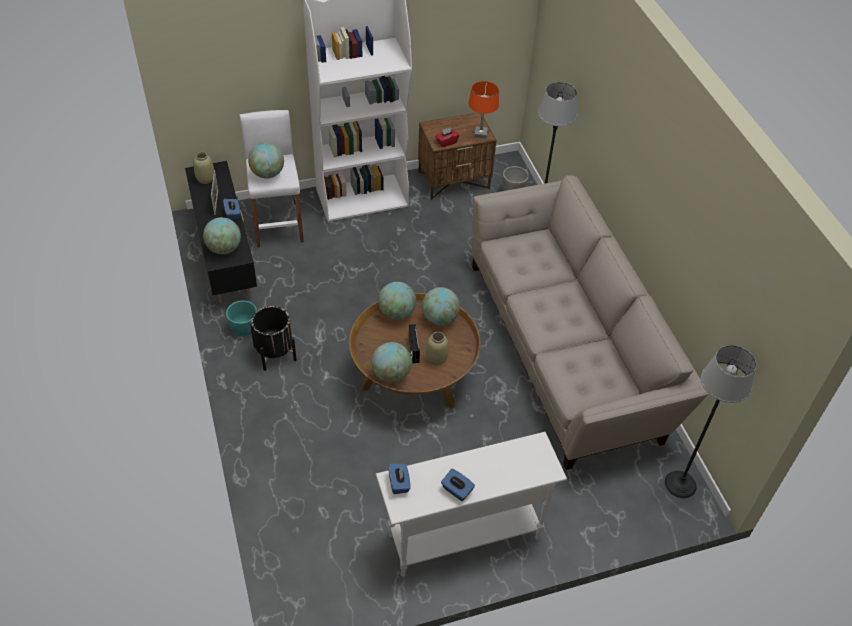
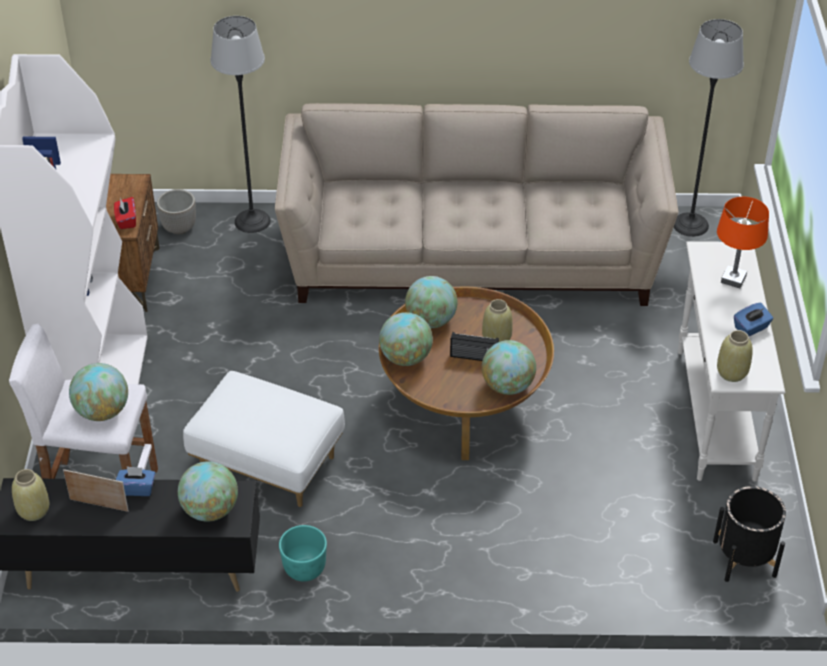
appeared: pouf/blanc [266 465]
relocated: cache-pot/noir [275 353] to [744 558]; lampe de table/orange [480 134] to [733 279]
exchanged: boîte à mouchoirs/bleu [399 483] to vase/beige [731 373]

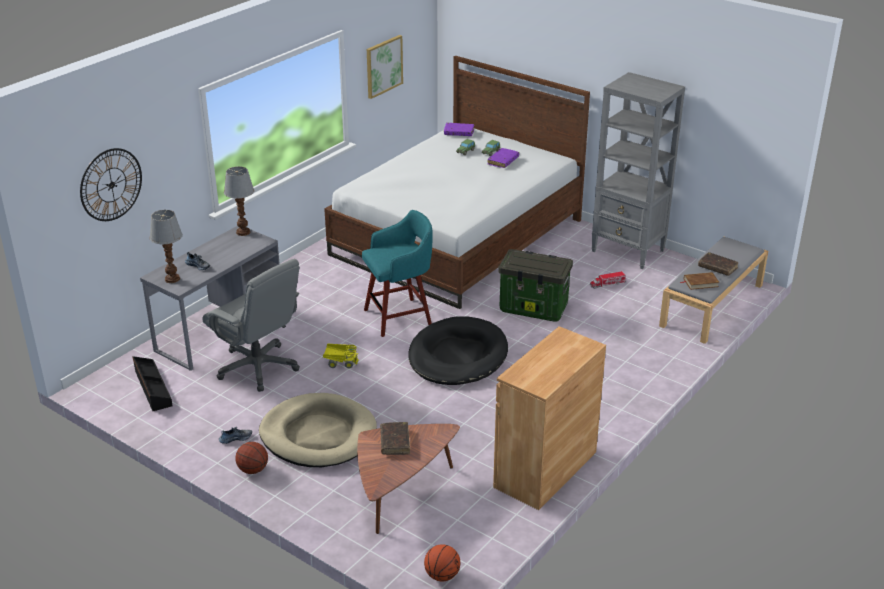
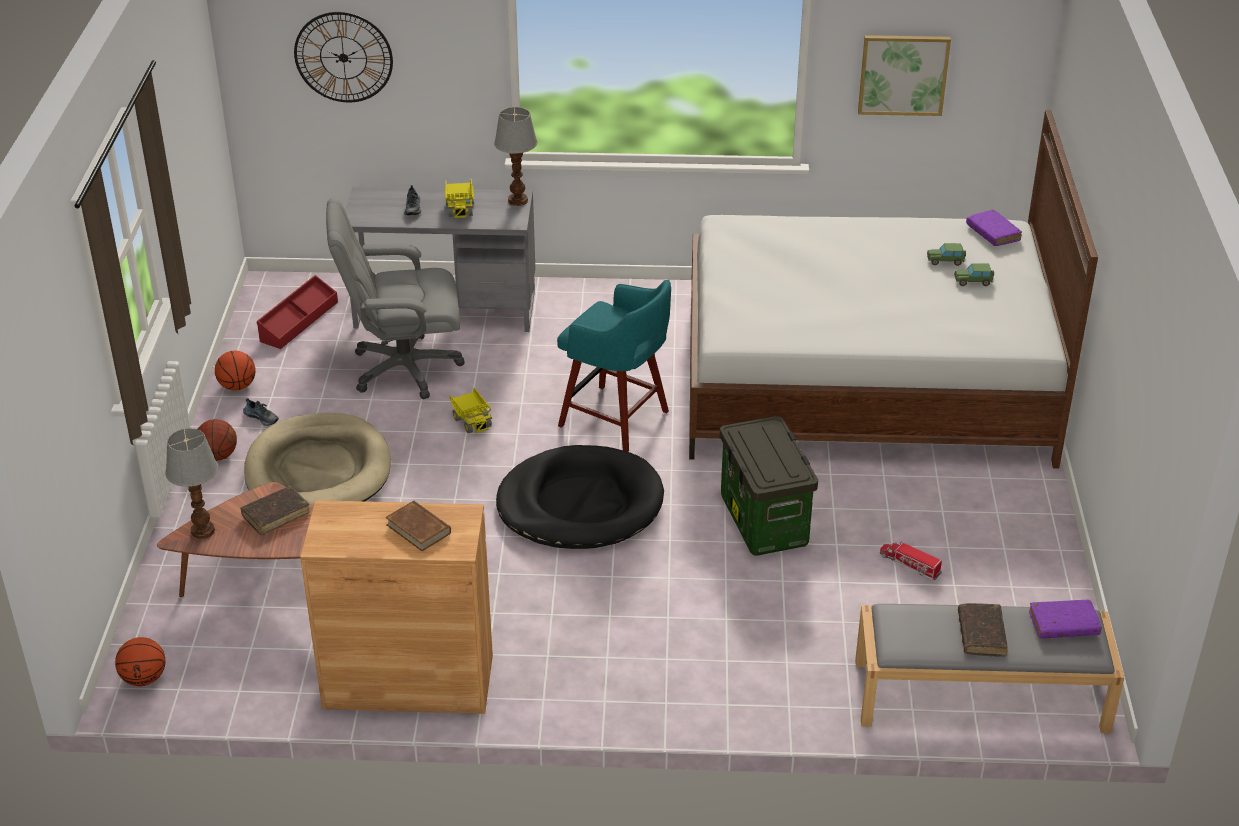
missing: bibliothèque/gris [628 251]
appeared: ballon de basket [237 386]; camion jouet [460 208]
relocated: lampe de table [172 279] to [203 530]; livre/violet [503 161] to [1063 625]; livre/marron [700 283] to [418 529]
colour: boîte de rangement/noir [152 388] to boîte de rangement/rouge [298 321]
spun: chaise de bureau/gris [258 367] = [403 368] 75 degrees clockwise

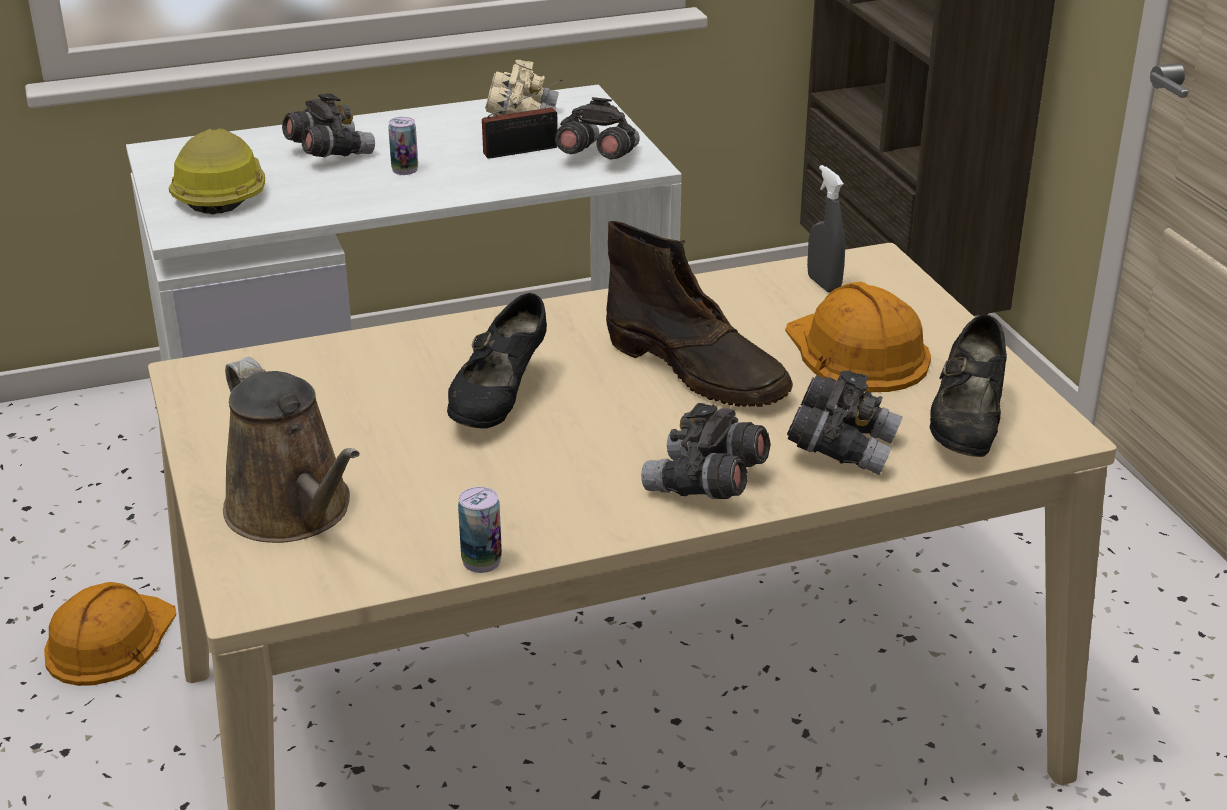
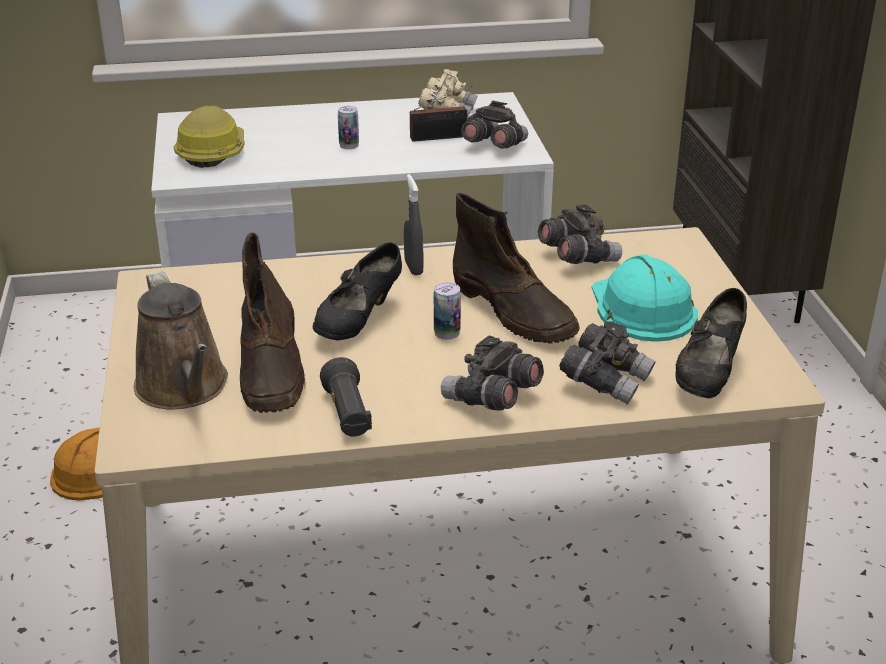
appeared: botte/marron [271 370]; lampe de poche/noir [347 414]
relocated: jumelles/gris [329 153] to [577 257]; boîte métallique [481 561] to [447 333]; vaporisateur/gris [823 284] to [413 267]
colour: casque de chantier/orange [856 352] to casque de chantier/turquoise [641 308]

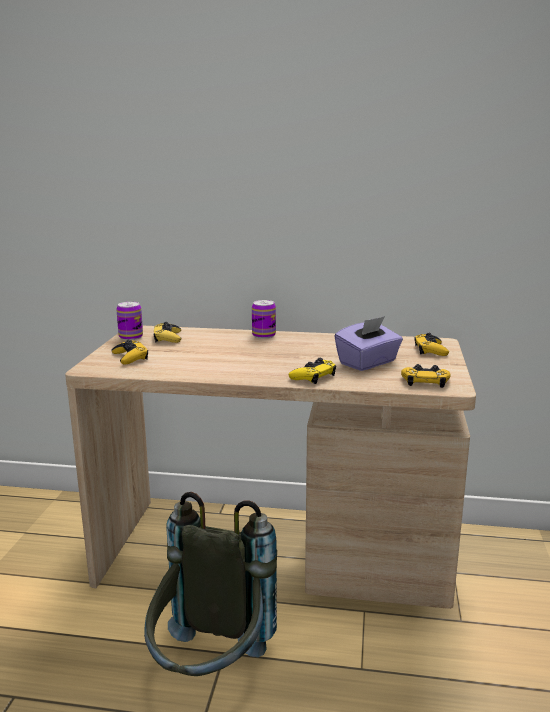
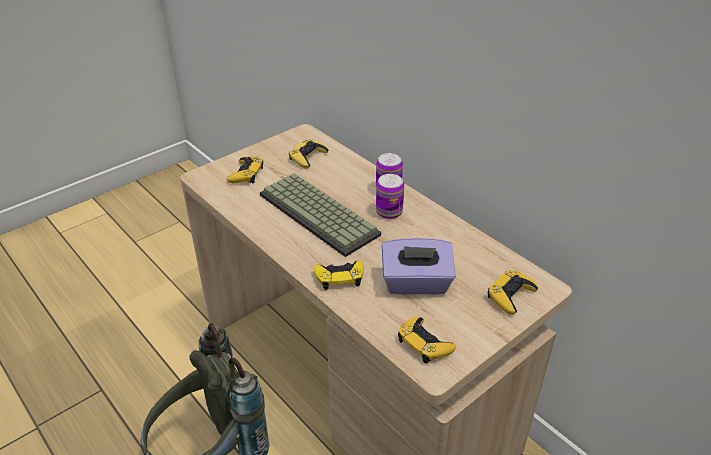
appeared: clavier [321 214]
relocated: boîte métallique [131 337] to [389 212]

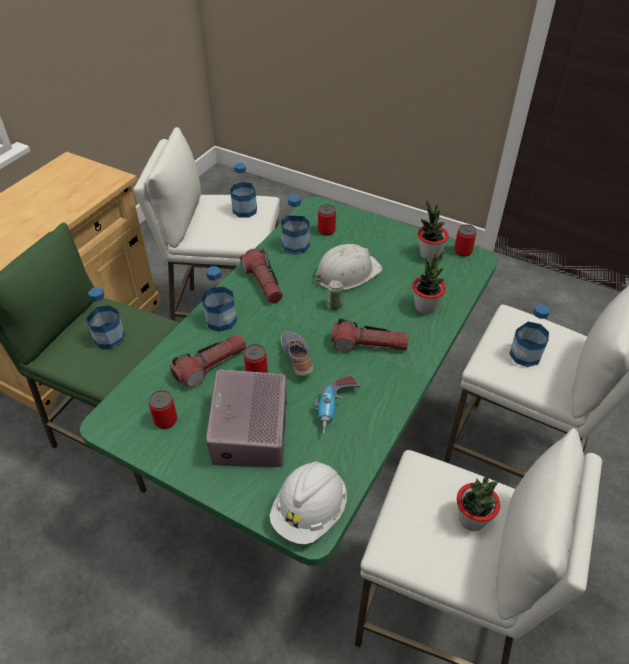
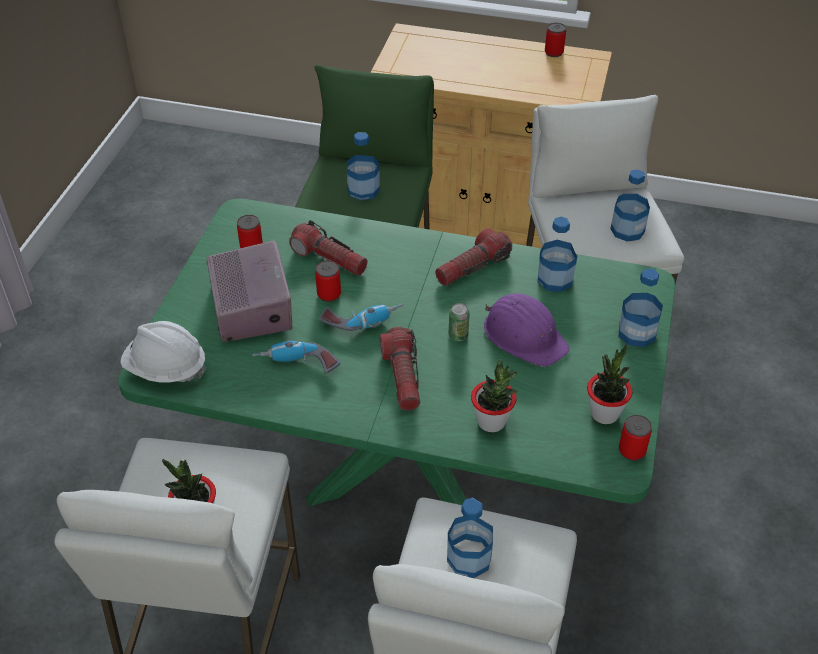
relocated: bouteille [221 320] to [636 333]; boîte métallique [326 231] to [553 52]
exchanged: chaussure [297 358] to perceuse [362 320]
colour: casque de chantier/blanc [346 273] to casque de chantier/violet [524 335]
spun: radio [250 431] = [252 307] 90 degrees clockwise

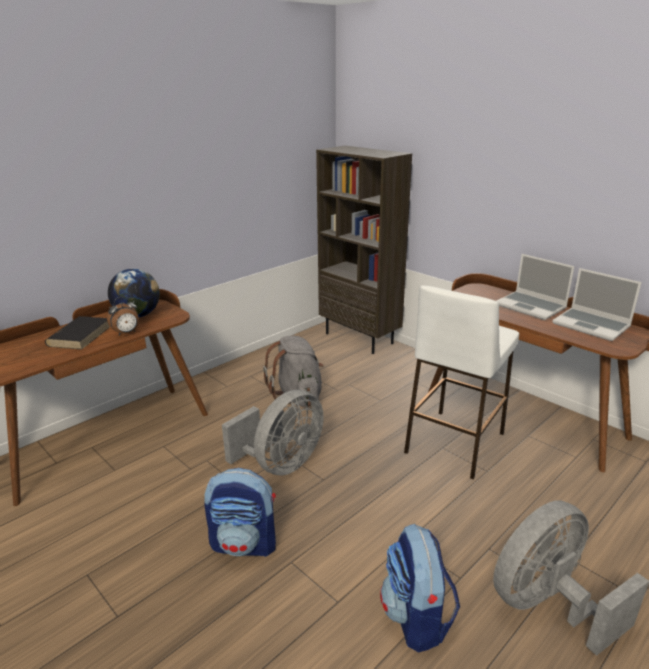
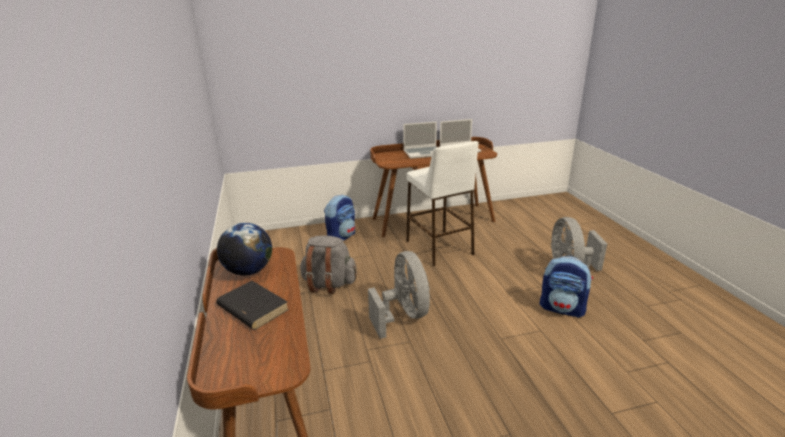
missing: réveil [126 333]; bibliothèque/marron [360 338]
relocated: sac à dos [245 544] to [341 236]

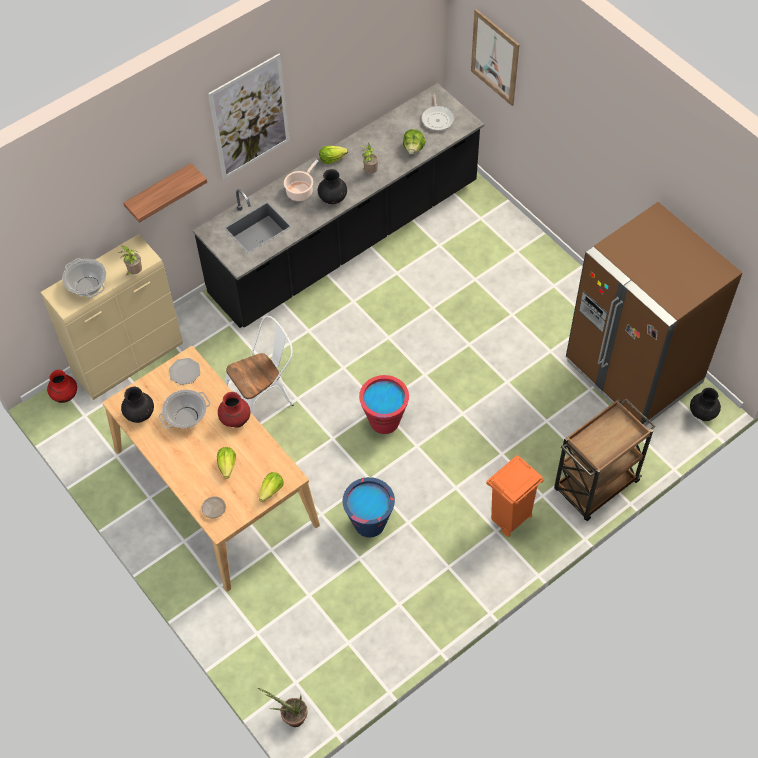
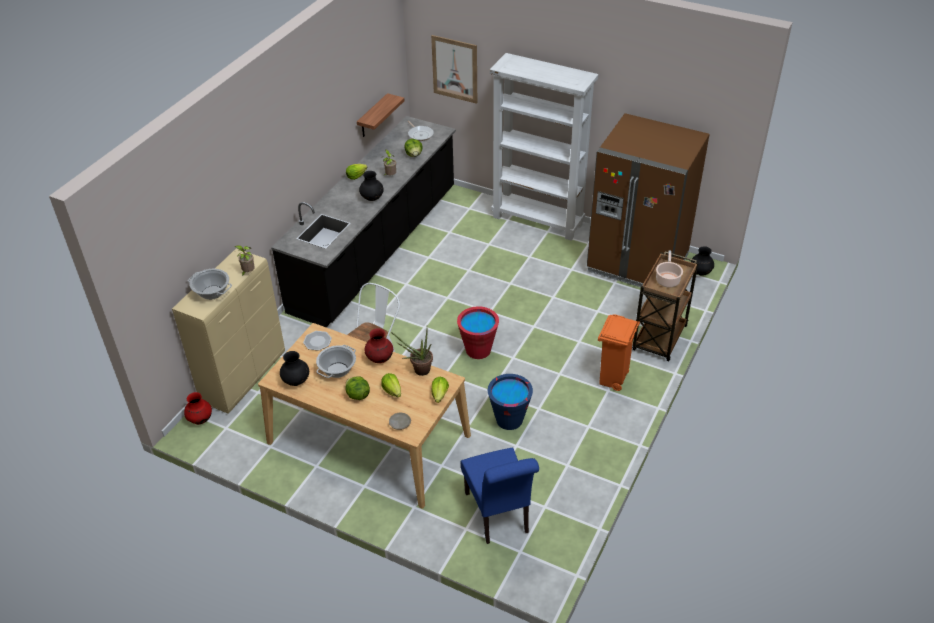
missing: tableau [250 117]
appeared: laitue [357 395]; chaise/bleu [498 516]; bibliothèque/blanc [538 220]
relocated: étagère [159 192] to [373 116]; plante en pot [291 717] to [418 370]; marmite [300 191] to [667 279]

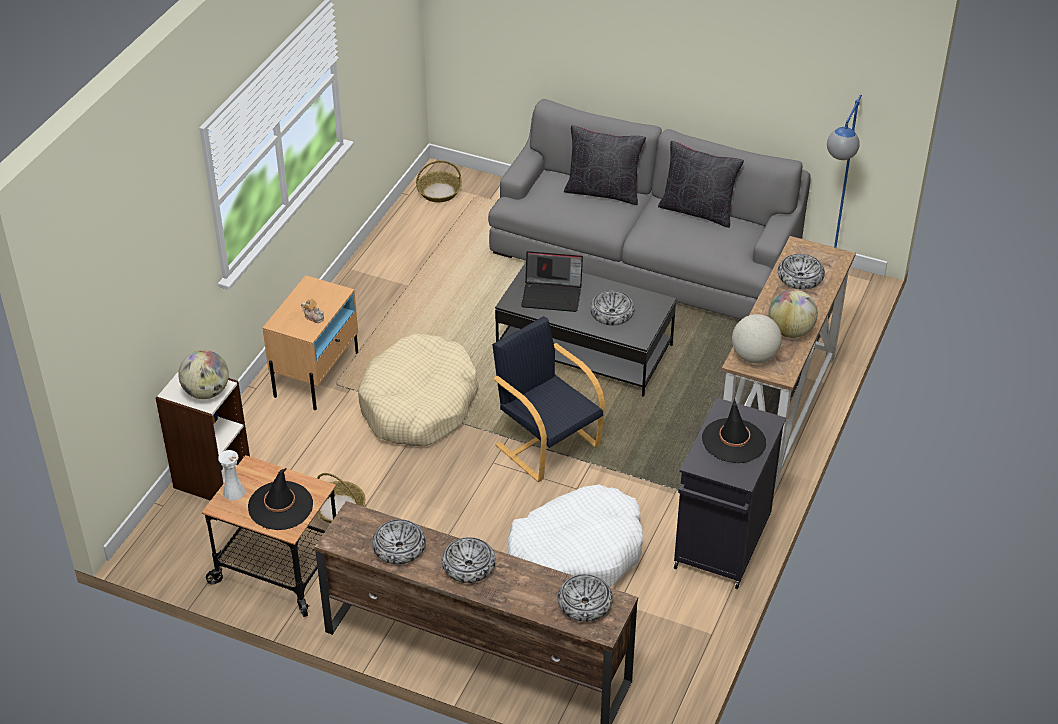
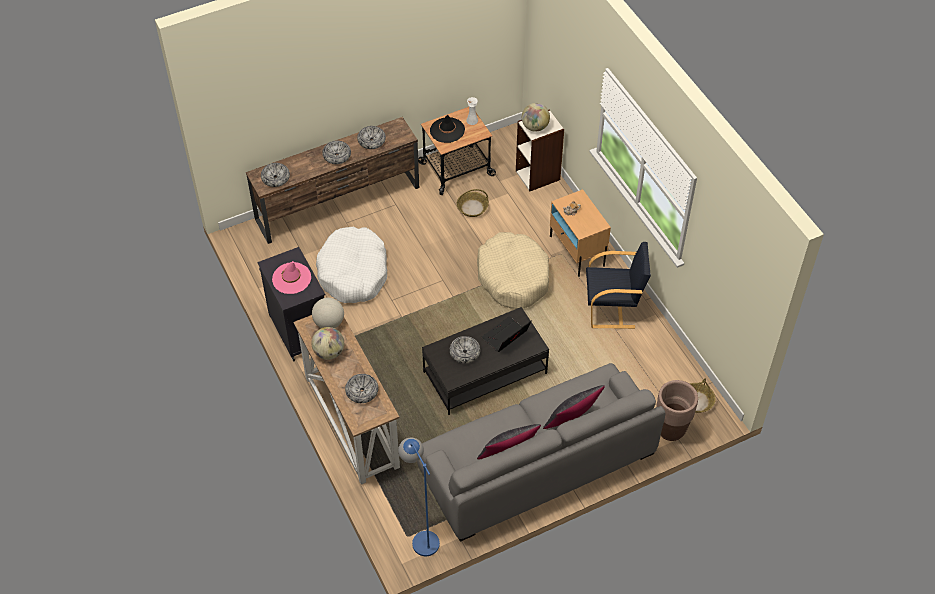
appeared: cache-pot/marron [671 430]
relocated: fauteuil/noir [547 444] to [613 308]
colour: chapeau/noir [734 441] to chapeau/rose [291 278]

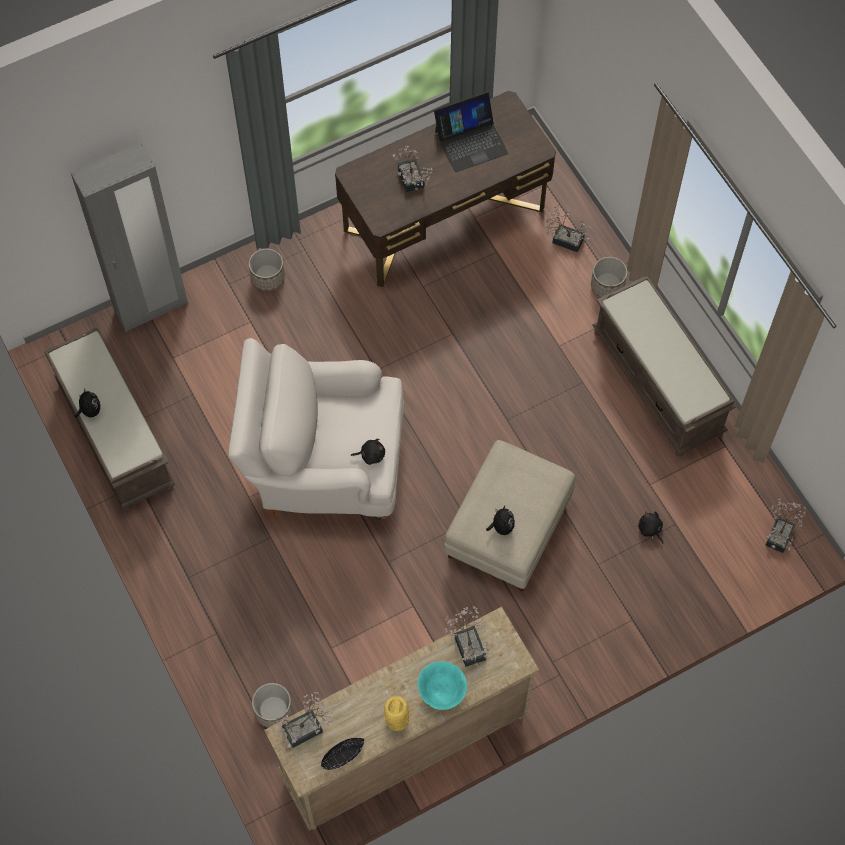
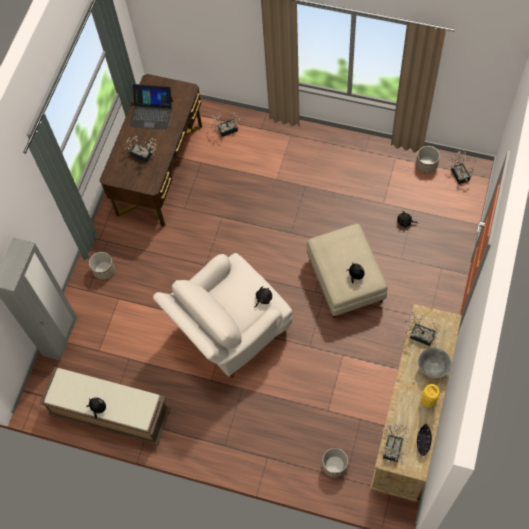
missing: banc/marron [659 382]
relocated: cache-pot [607 286] to [426 165]
colour: bol/turquoise [442 692] to bol/gris [433 367]
spun: ordinateur portable [471 142] = [151 113] 75 degrees clockwise

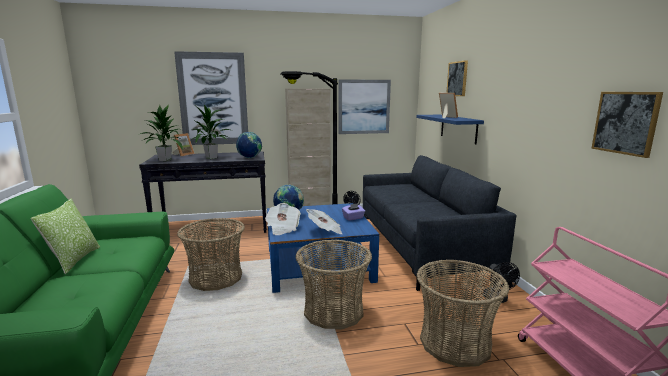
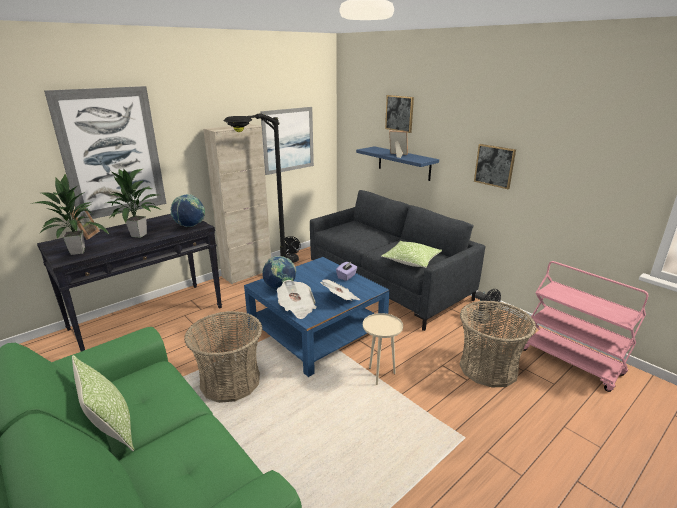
appeared: coussin [411 261]
relocated: tableau [625 122] to [494 166]
exchanged: panier [333 311] to table d'appoint/beige [380 375]

